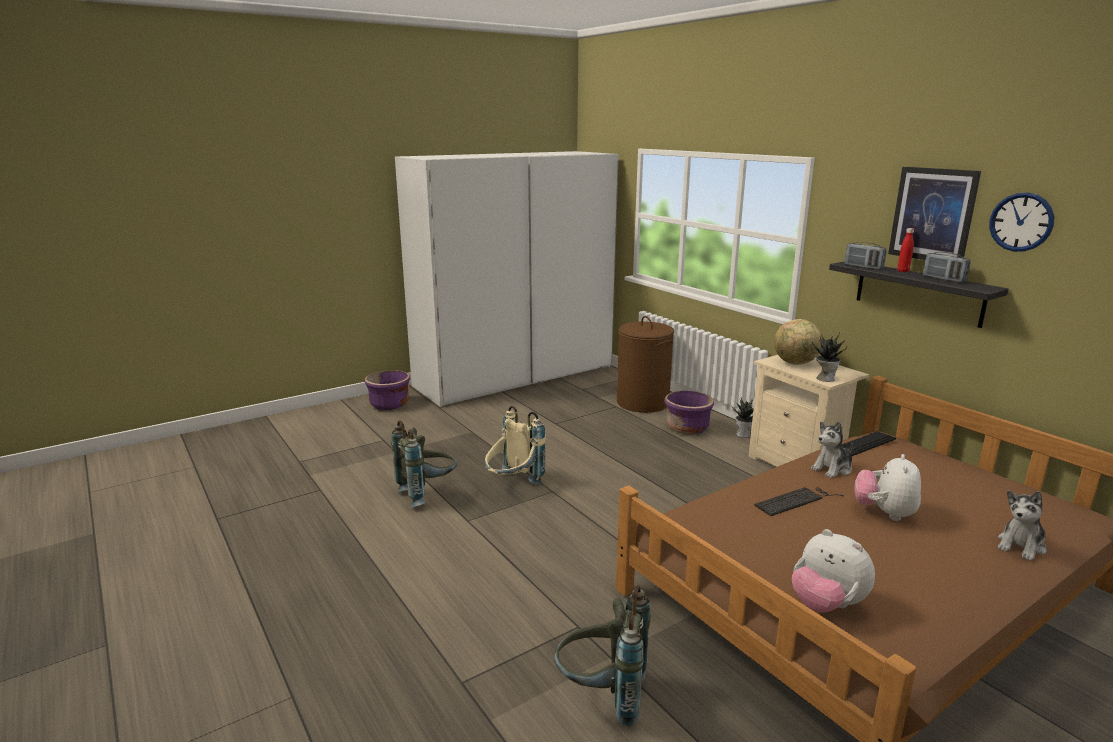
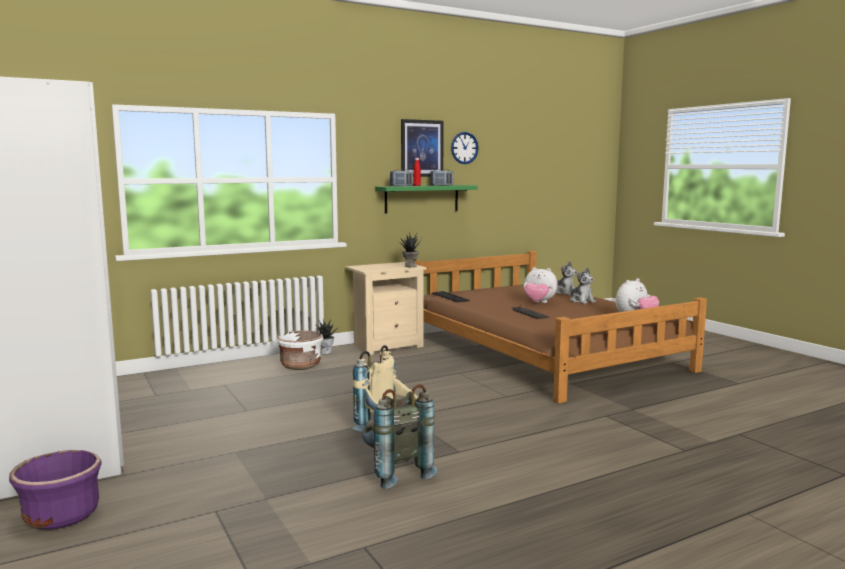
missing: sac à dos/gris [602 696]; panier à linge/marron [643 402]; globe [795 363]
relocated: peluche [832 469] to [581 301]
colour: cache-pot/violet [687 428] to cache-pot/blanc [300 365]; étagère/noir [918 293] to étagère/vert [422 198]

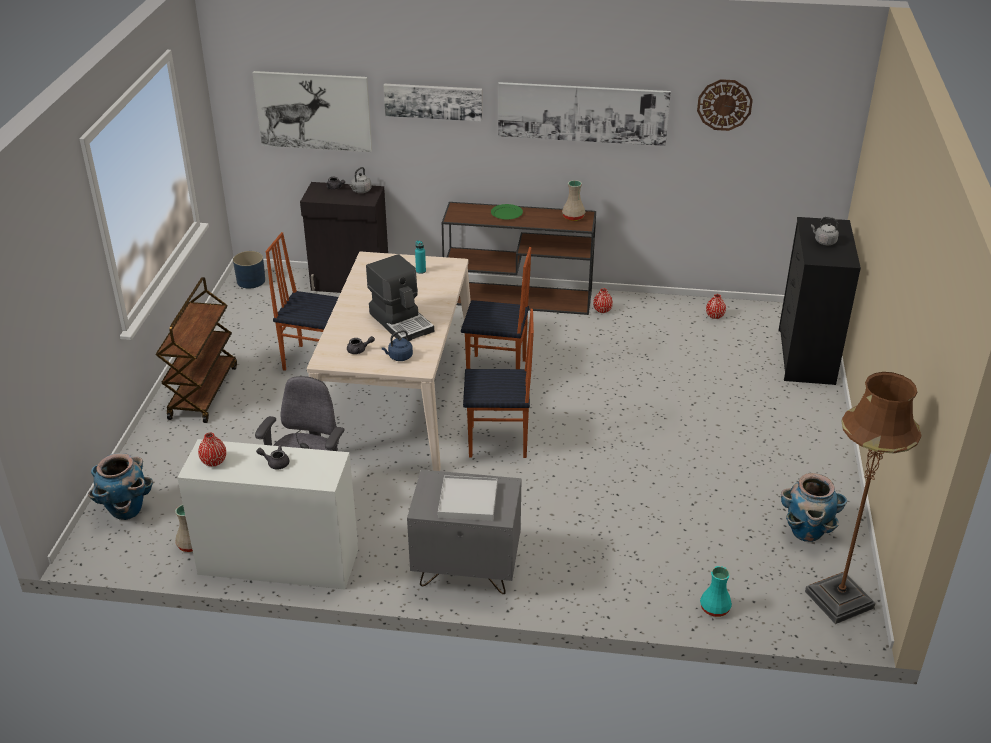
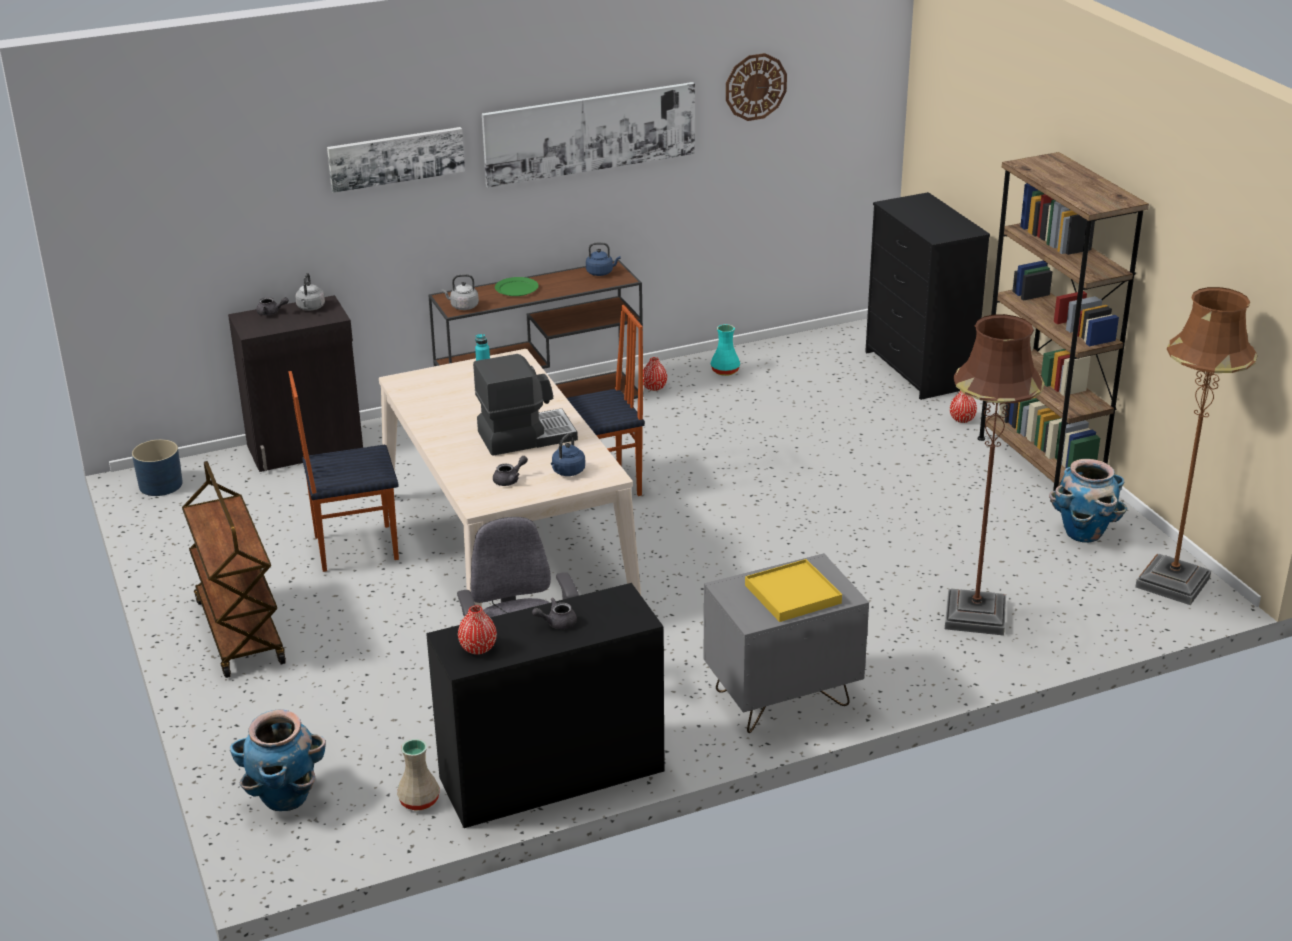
missing: tableau [313 111]; chaise [498 442]
appeared: lampadaire/marron [975 615]; bibliothèque/marron [1040 463]
relocated: vase/turquoise [715 608] to [726 371]; vase/rouge [714 316] to [962 419]; bouilloire/gris [824 241] to [463 306]
exchanged: vase/beige [573 217] to bouilloire/bleu [601 272]
colour: bureau/blanc [278 562] to bureau/noir [552 775]; plateau/blanc [468 500] to plateau/jaune [793 594]
spun: machine à café [401 322] = [525 435] 45 degrees counterclockwise

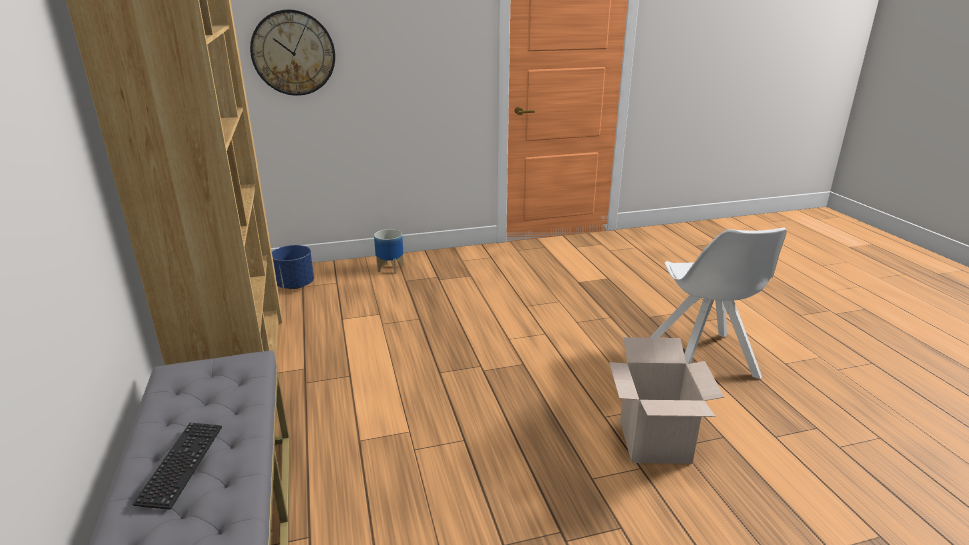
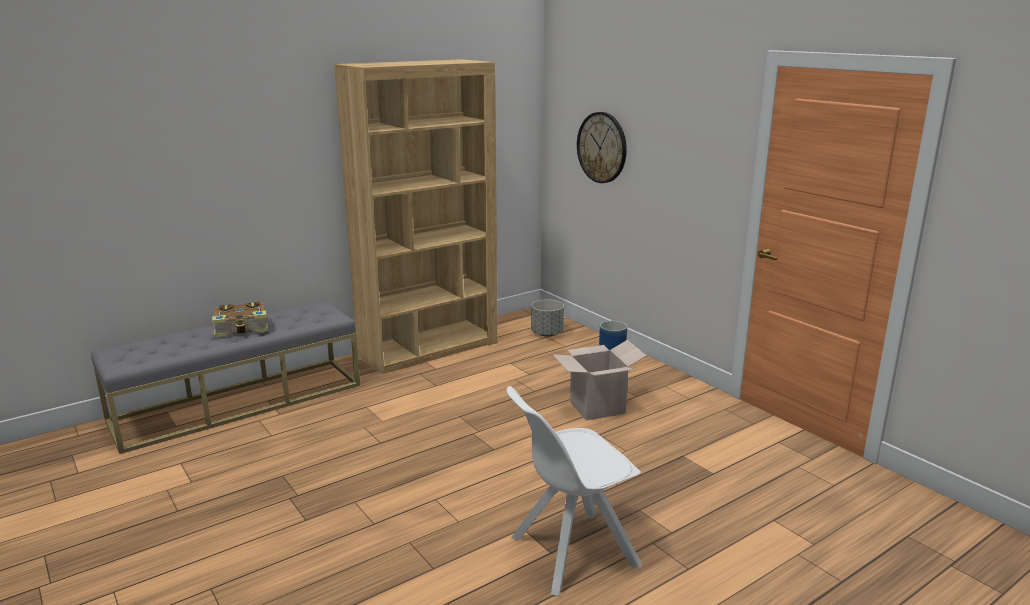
relocated: carton [654 441] to [597 407]
exchanged: clavier [181 465] to livre [242 328]
colour: cache-pot/bleu [295 285] to cache-pot/gris [547 333]

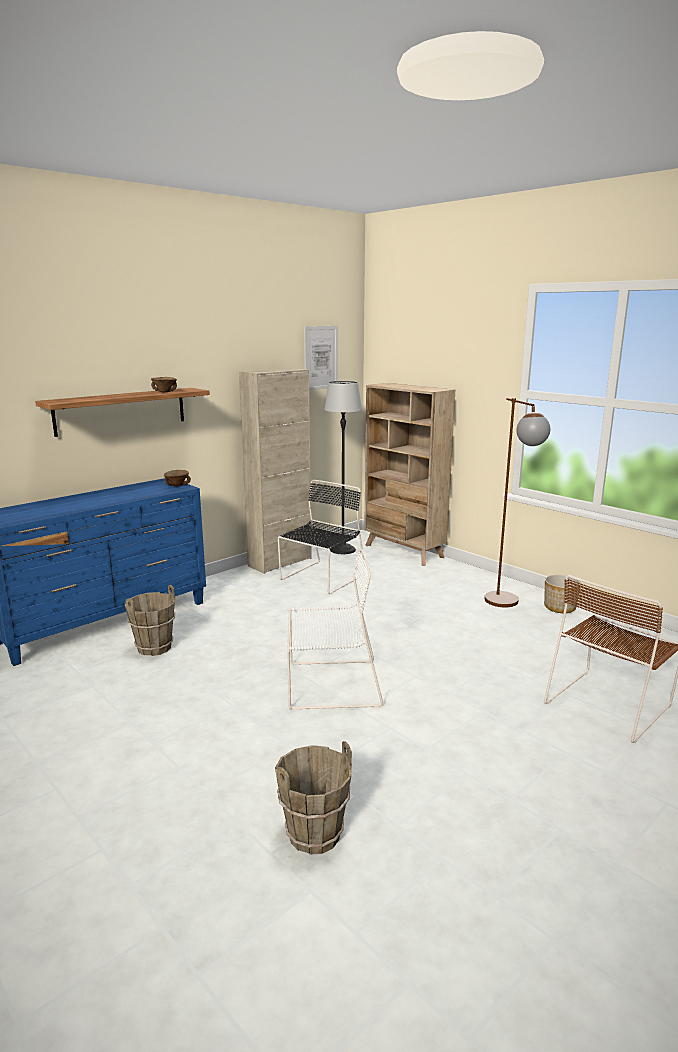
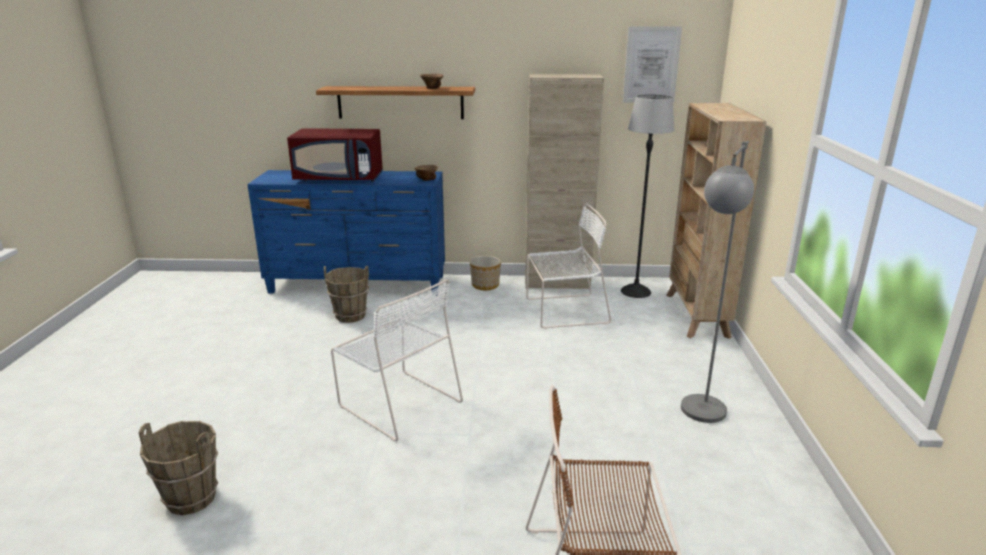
appeared: micro-ondes/rouge [340 179]
relocated: cache-pot [559 607] to [485 285]
colour: chaise/noir [321 578] to chaise/blanc [563 311]; lampadaire/marron [507 605] to lampadaire/gris [700 418]

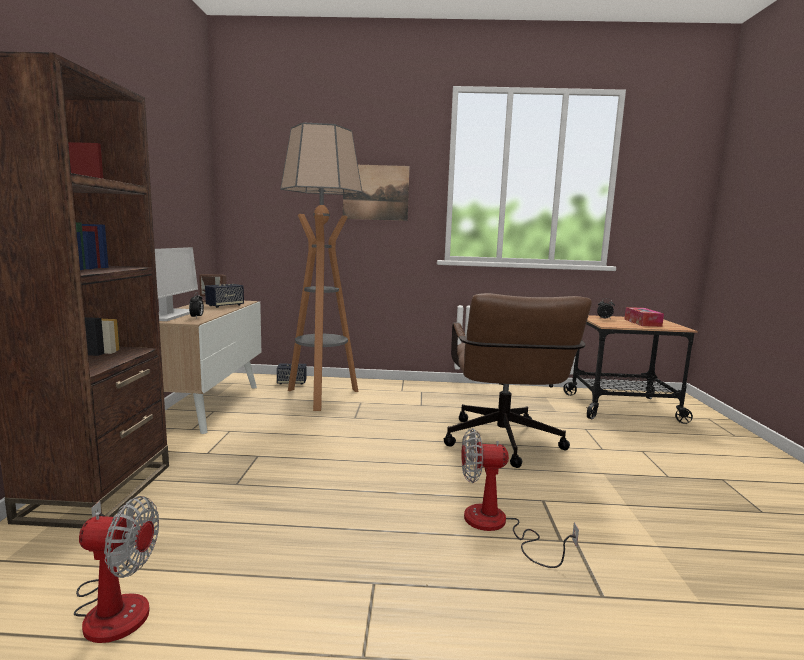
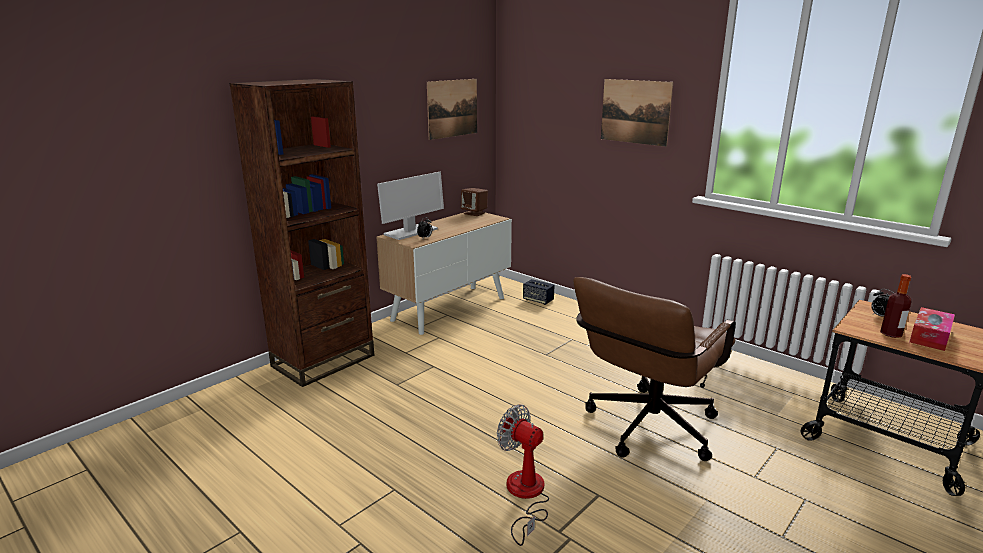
missing: ventilateur [114 604]; enceinte [225 306]; lampadaire [321 396]
appeared: tableau [452 108]; bouteille [891 334]

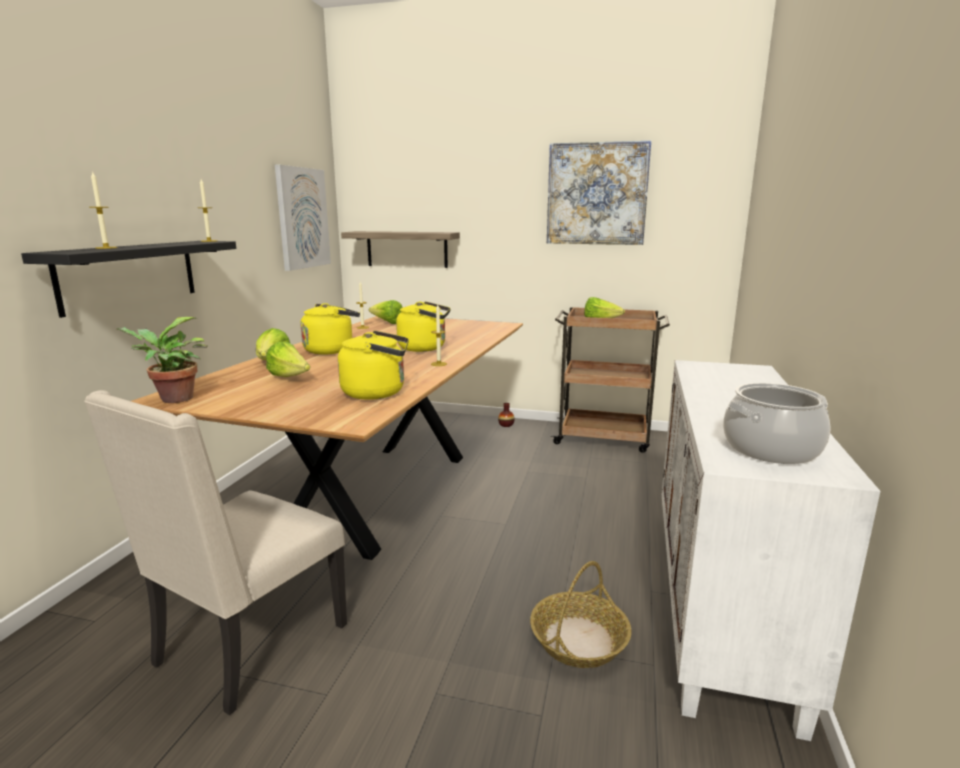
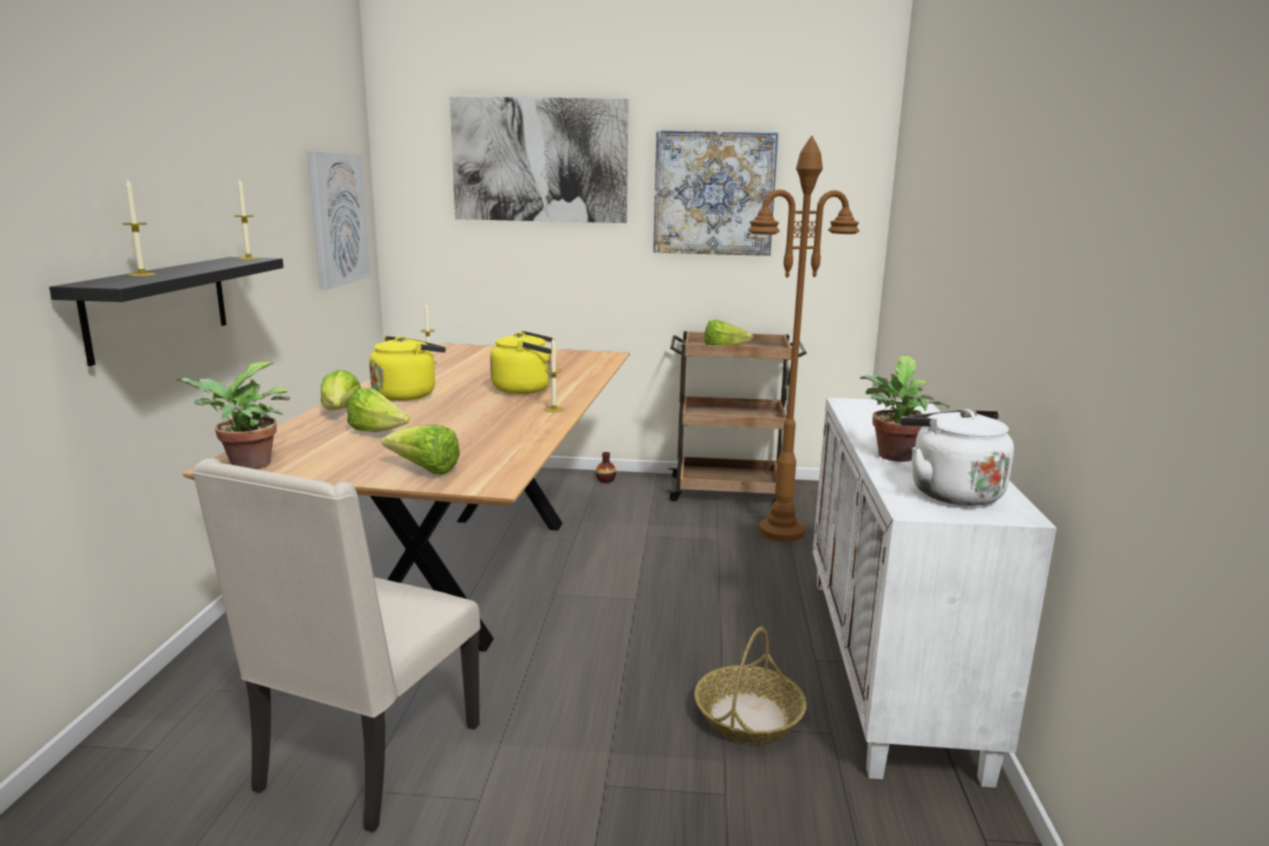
missing: bouilloire/jaune [378 393]; étagère [407 249]
appeared: tableau [539 160]; lampadaire/marron [781 532]; plante en pot [895 457]
relocated: laitue [387 323] to [425 470]
exchanged: marmite [770 448] to bouilloire/blanc [950 492]

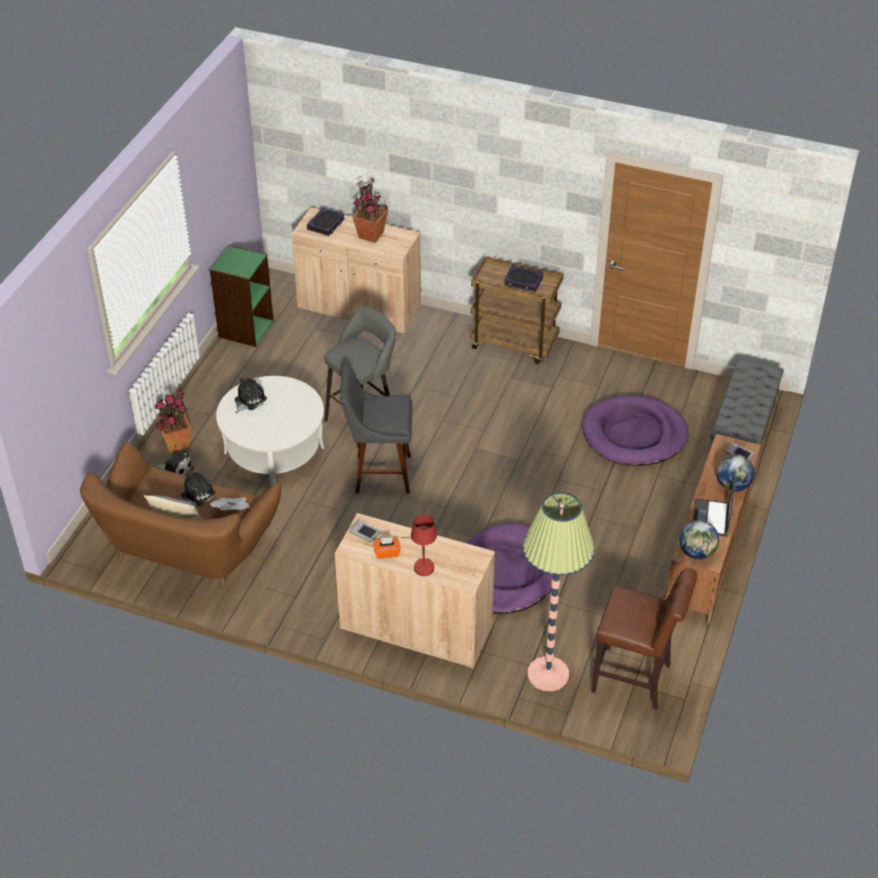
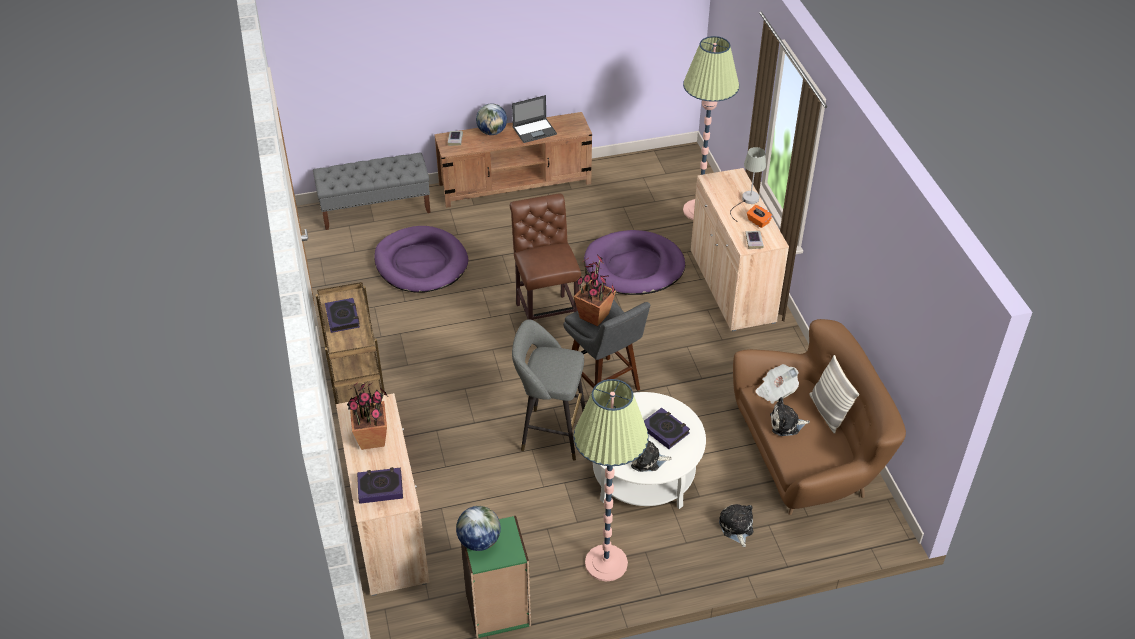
appeared: lampadaire [606 563]; livre [665 430]
relocated: plante en pot [176 443] to [594 316]; tabouret/marron [635 680] to [546 315]; globe [697 552] to [479 541]
colour: lampe de table/rouge [422 563] to lampe de table/gris [747 201]

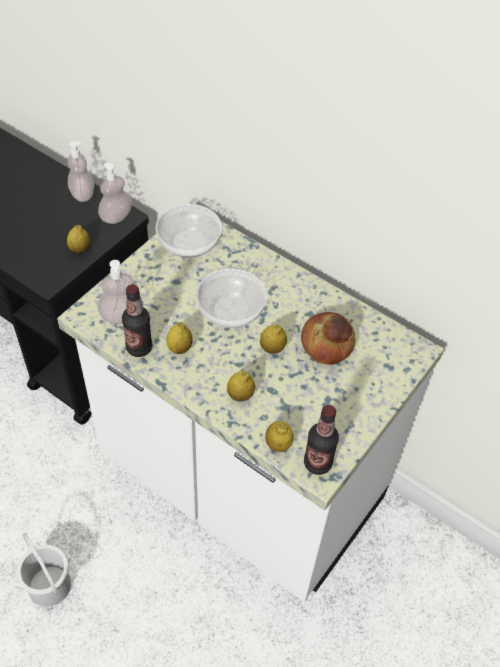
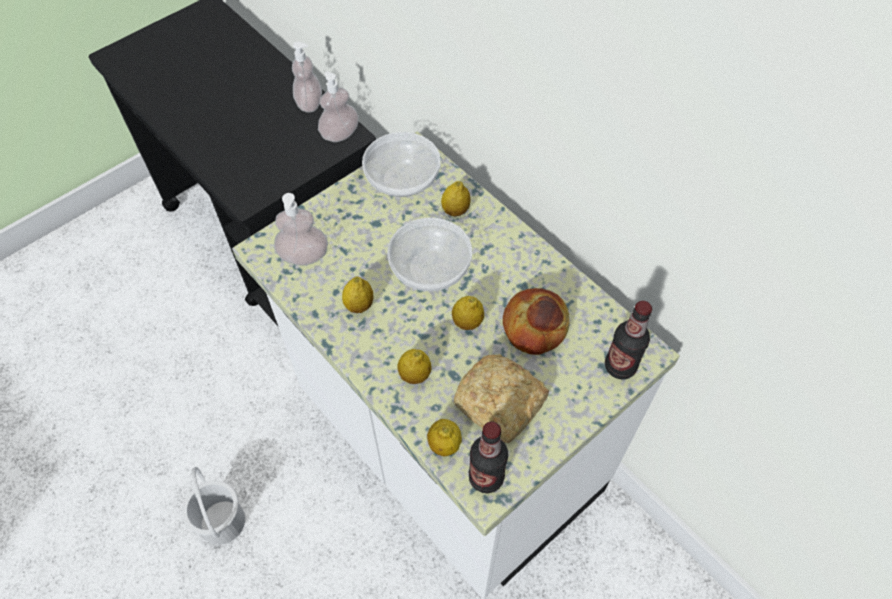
appeared: pain [500 405]
relocated: citron [79 249] to [455 211]; bouteille [139 348] to [620 366]

